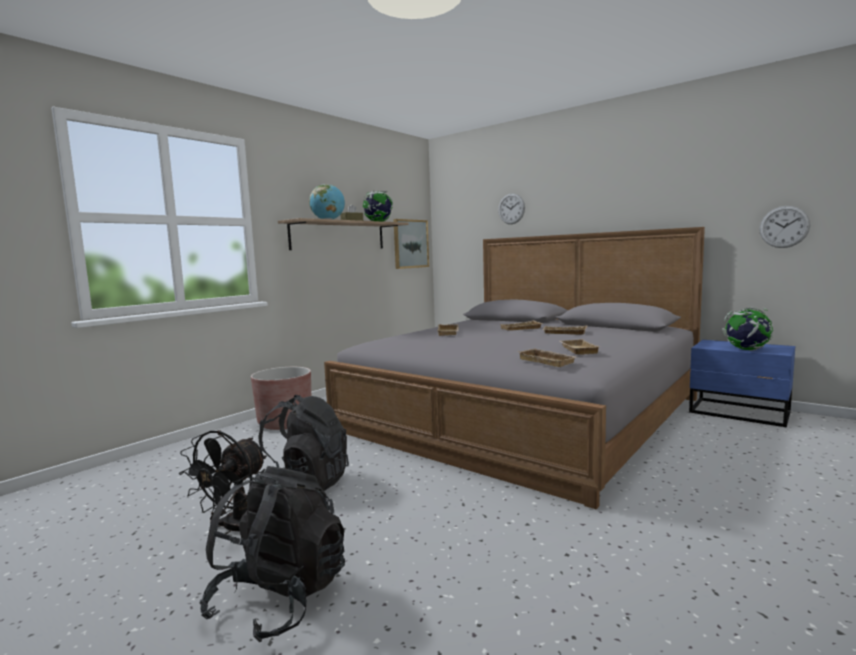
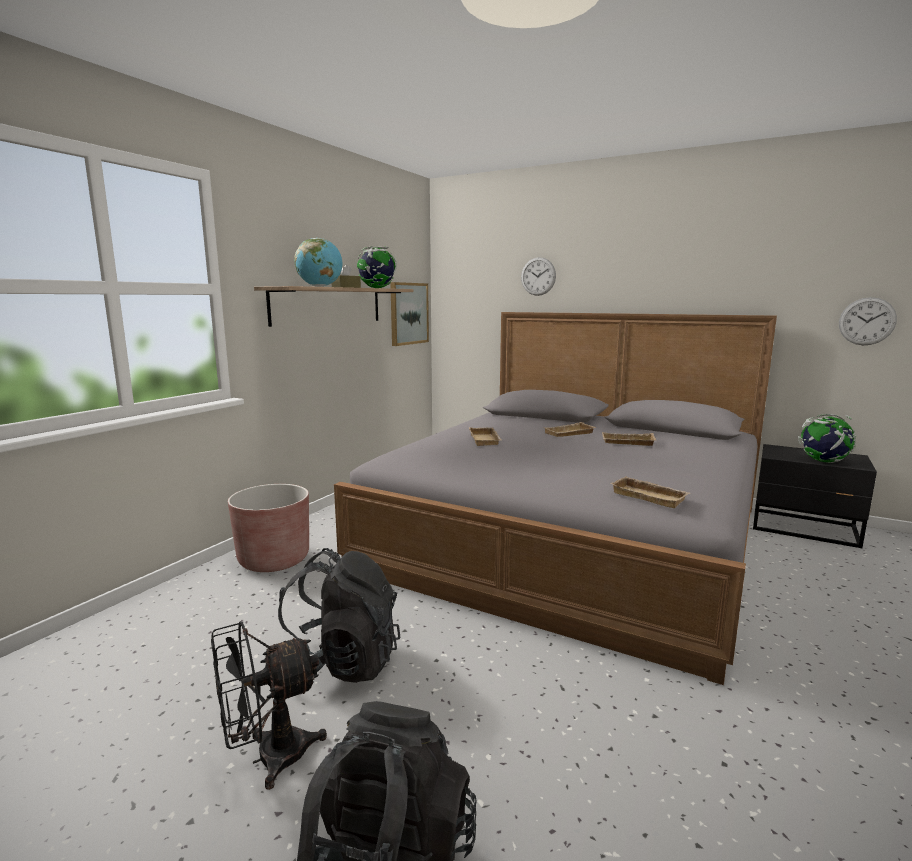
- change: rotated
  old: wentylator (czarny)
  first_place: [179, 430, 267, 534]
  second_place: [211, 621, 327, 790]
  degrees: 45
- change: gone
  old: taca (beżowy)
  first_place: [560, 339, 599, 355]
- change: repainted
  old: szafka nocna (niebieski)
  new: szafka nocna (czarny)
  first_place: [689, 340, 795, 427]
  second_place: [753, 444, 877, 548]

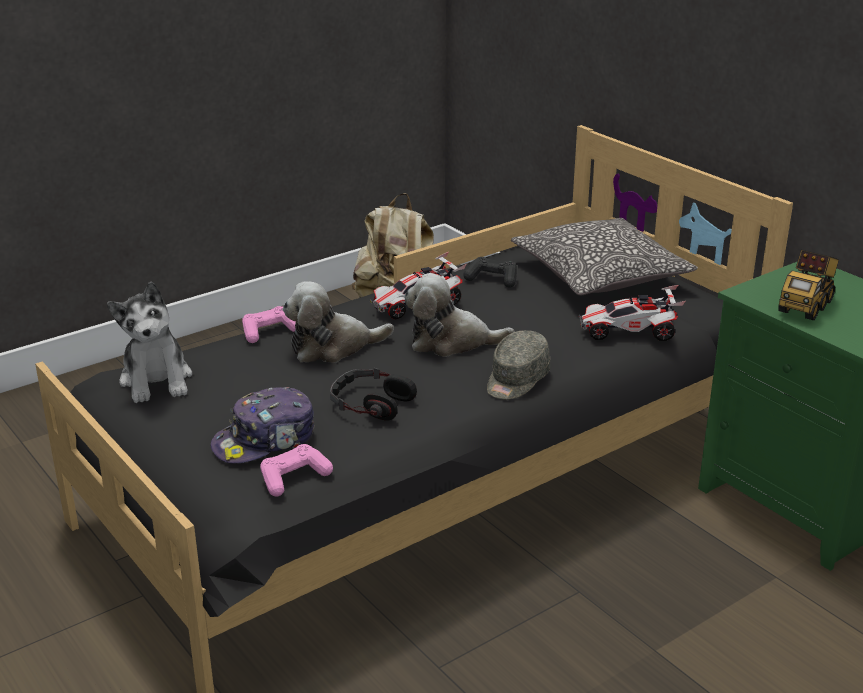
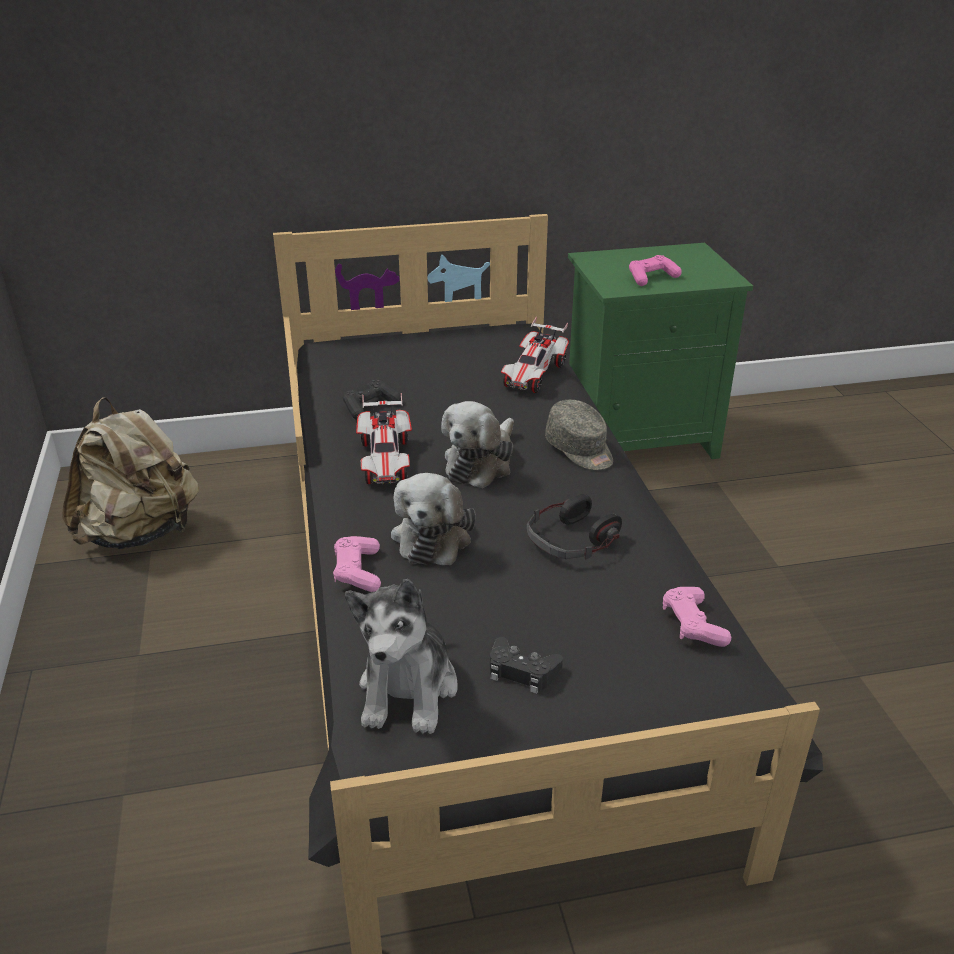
- change: rotated
  old: pluszak
  first_place: [107, 281, 192, 403]
  second_place: [345, 579, 458, 734]
  degrees: 90
- change: gone
  old: czapka z daszkiem
  first_place: [211, 387, 315, 464]
- change: gone
  old: poduszka
  first_place: [511, 218, 698, 296]
- change: swapped
  old: ciężarówka zabawkowa
  new: pad do gier (różowy)
  first_place: [779, 250, 839, 320]
  second_place: [629, 255, 682, 286]
- change: new
  new: pad do gier (czarny)
  second_place: [490, 637, 563, 694]

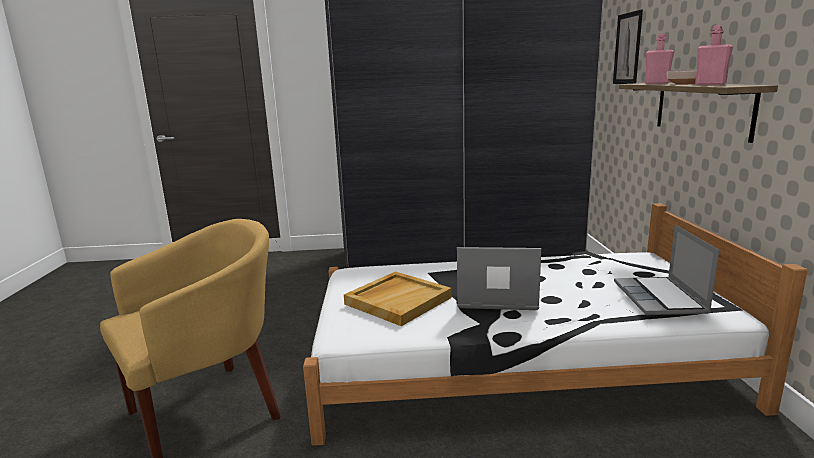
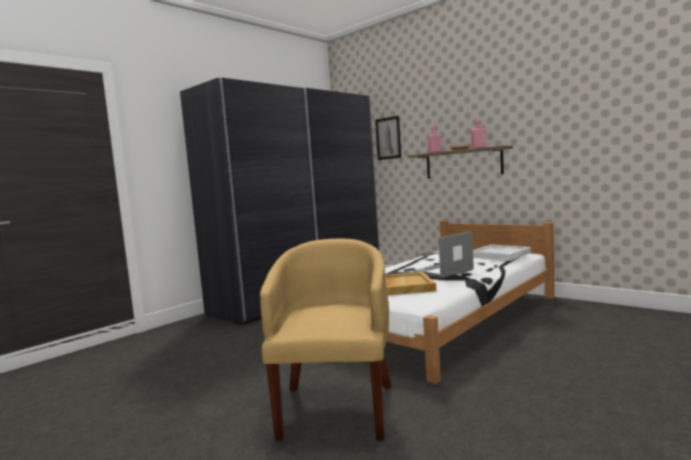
- change: swapped
  old: laptop
  new: taca (biały)
  first_place: [614, 225, 719, 315]
  second_place: [473, 245, 531, 261]

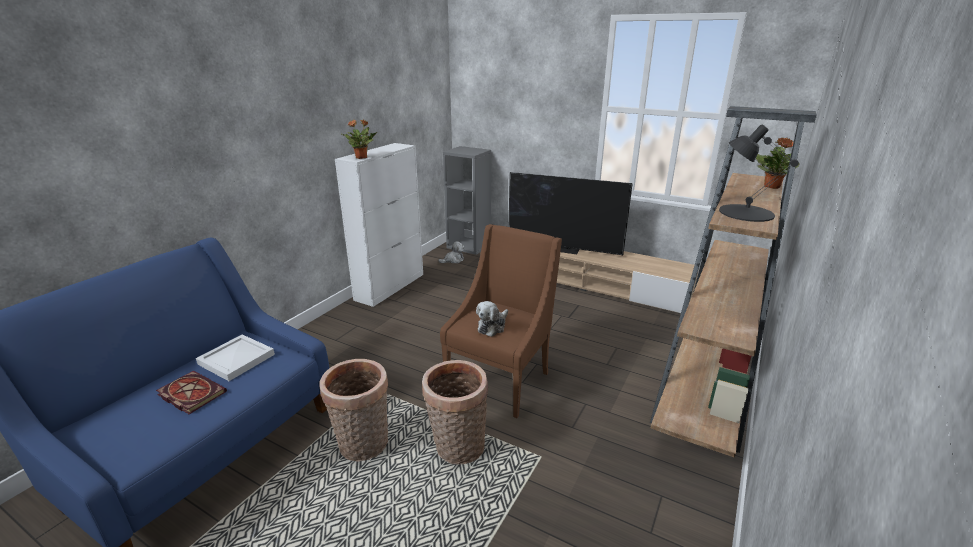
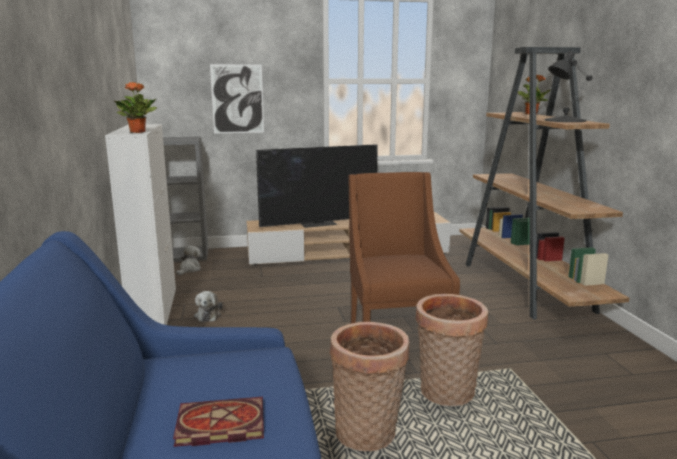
- change: gone
  old: taca (biały)
  first_place: [196, 335, 275, 381]
- change: shifted
  old: pluszak
  first_place: [476, 301, 508, 337]
  second_place: [194, 291, 223, 322]
- change: new
  new: obraz
  second_place: [210, 64, 264, 133]

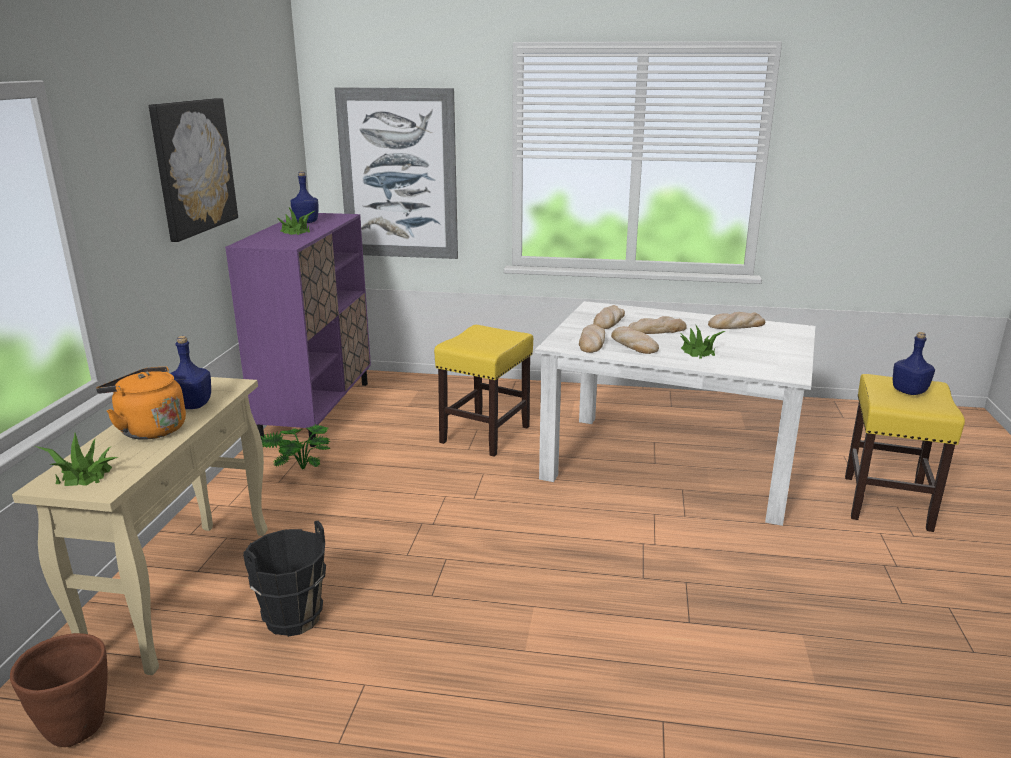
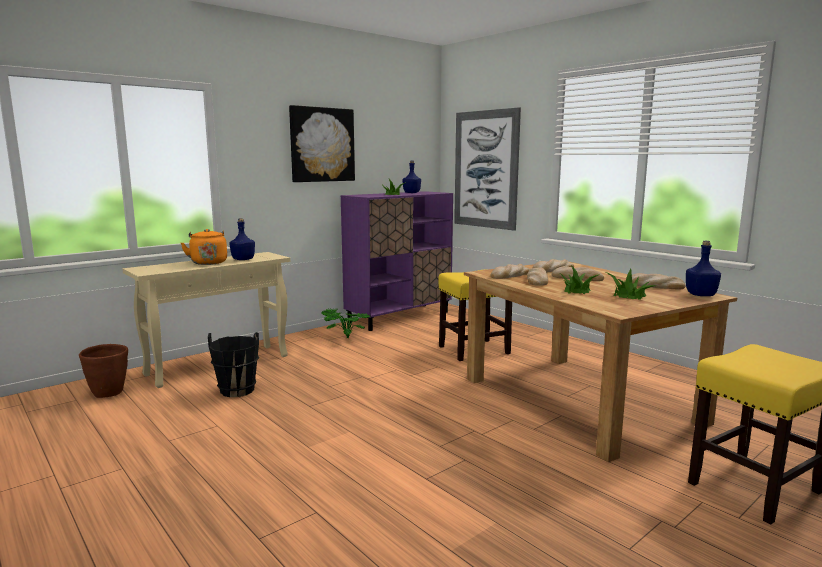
- change: shifted
  old: roślina doniczkowa
  first_place: [35, 433, 118, 486]
  second_place: [606, 268, 655, 300]
- change: repainted
  old: stół jadalny (biały)
  new: stół jadalny (brązowy)
  first_place: [535, 301, 816, 526]
  second_place: [464, 262, 737, 462]
- change: shifted
  old: butelka (niebieski)
  first_place: [893, 332, 935, 395]
  second_place: [686, 241, 721, 296]

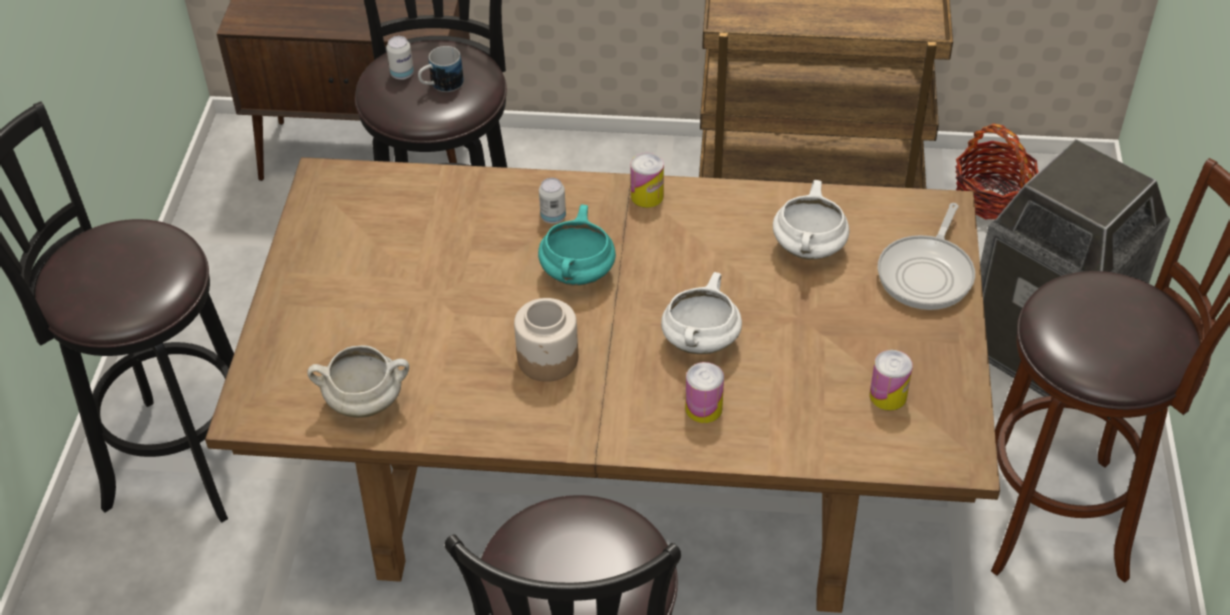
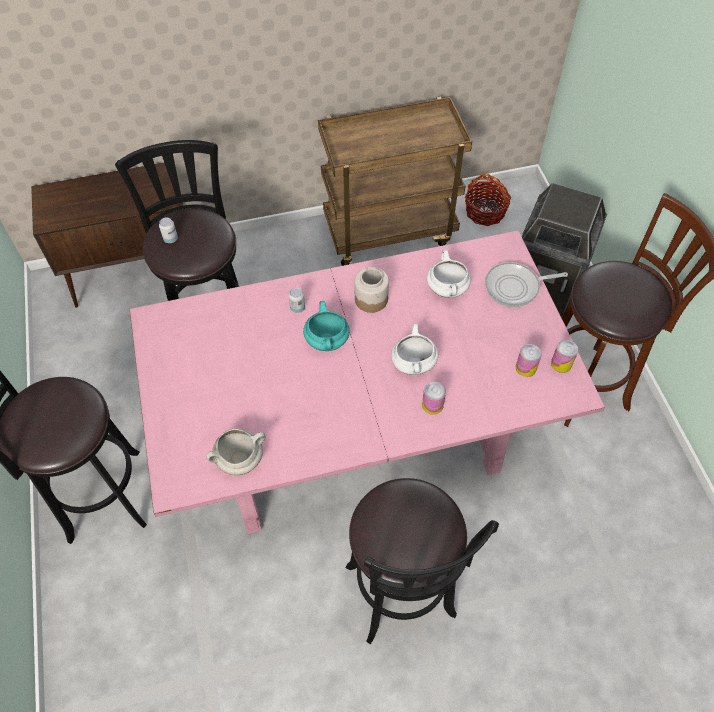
- change: repainted
  old: stół jadalny (brązowy)
  new: stół jadalny (różowy)
  first_place: [205, 157, 1000, 613]
  second_place: [130, 230, 605, 534]
- change: gone
  old: kubek
  first_place: [418, 46, 464, 92]
- change: shifted
  old: słoik
  first_place: [514, 298, 578, 382]
  second_place: [354, 267, 389, 313]
- change: shifted
  old: puszka
  first_place: [630, 153, 664, 208]
  second_place: [551, 340, 578, 373]
- change: rotated
  old: patelnia
  first_place: [878, 203, 975, 310]
  second_place: [485, 262, 568, 307]
  degrees: 75

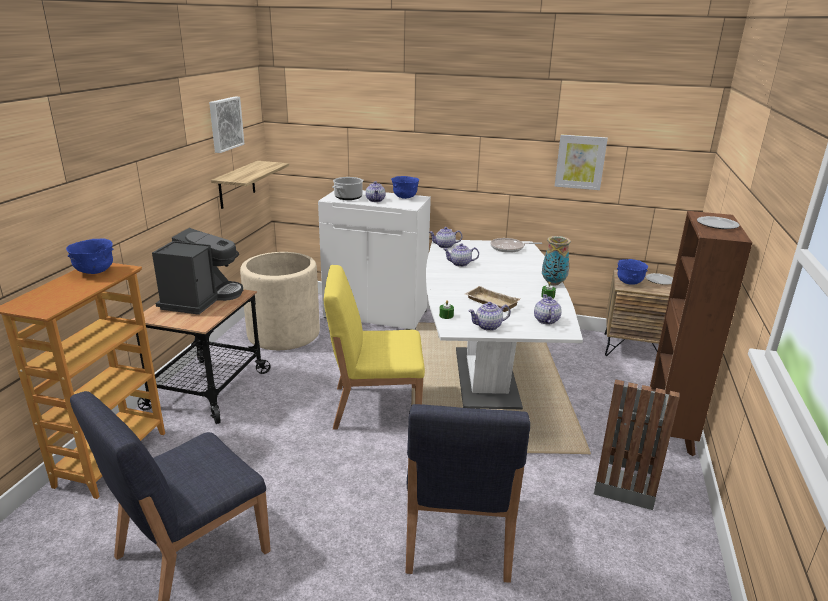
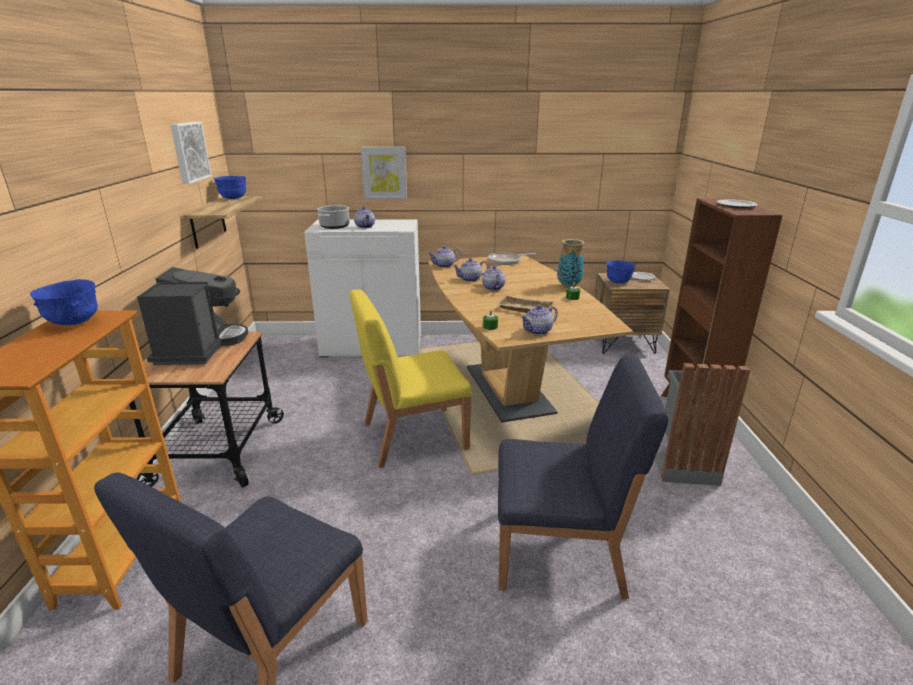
- change: gone
  old: donica (beżowy)
  first_place: [240, 252, 320, 350]
- change: shifted
  old: miska (niebieski)
  first_place: [391, 176, 419, 199]
  second_place: [213, 176, 246, 199]
- change: rotated
  old: krzesło (niebieski)
  first_place: [406, 404, 530, 583]
  second_place: [498, 355, 668, 599]
  degrees: -75
- change: repainted
  old: stół jadalny (biały)
  new: stół jadalny (brązowy)
  first_place: [426, 240, 583, 409]
  second_place: [428, 254, 633, 422]
- change: shifted
  old: imbryk
  first_place: [534, 294, 562, 324]
  second_place: [482, 266, 506, 290]
- change: shifted
  old: obraz
  first_place: [555, 134, 608, 190]
  second_place: [361, 147, 407, 199]

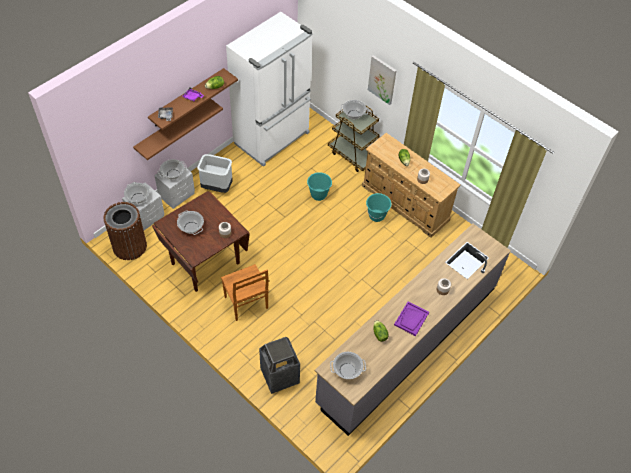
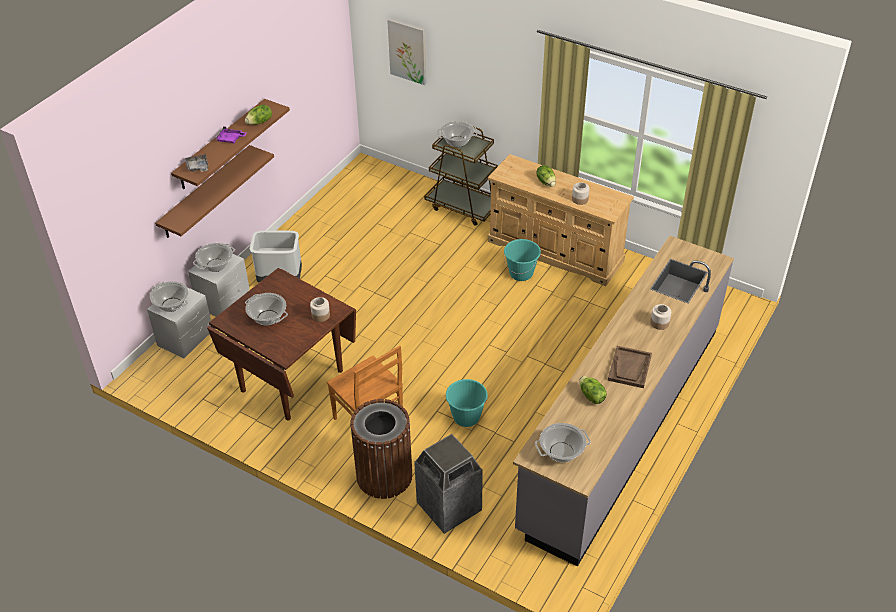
- change: shifted
  old: kosz na śmieci (brązowy)
  first_place: [103, 202, 147, 260]
  second_place: [350, 399, 412, 499]
- change: gone
  old: lodówka (biały)
  first_place: [226, 12, 313, 167]
- change: shifted
  old: wiadro (turkusowy)
  first_place: [307, 172, 332, 201]
  second_place: [445, 379, 489, 427]
- change: shifted
  old: obraz
  first_place: [368, 55, 397, 105]
  second_place: [387, 18, 427, 85]
- change: repainted
  old: taca (fioletowy)
  new: taca (brązowy)
  first_place: [394, 302, 429, 336]
  second_place: [608, 346, 652, 388]

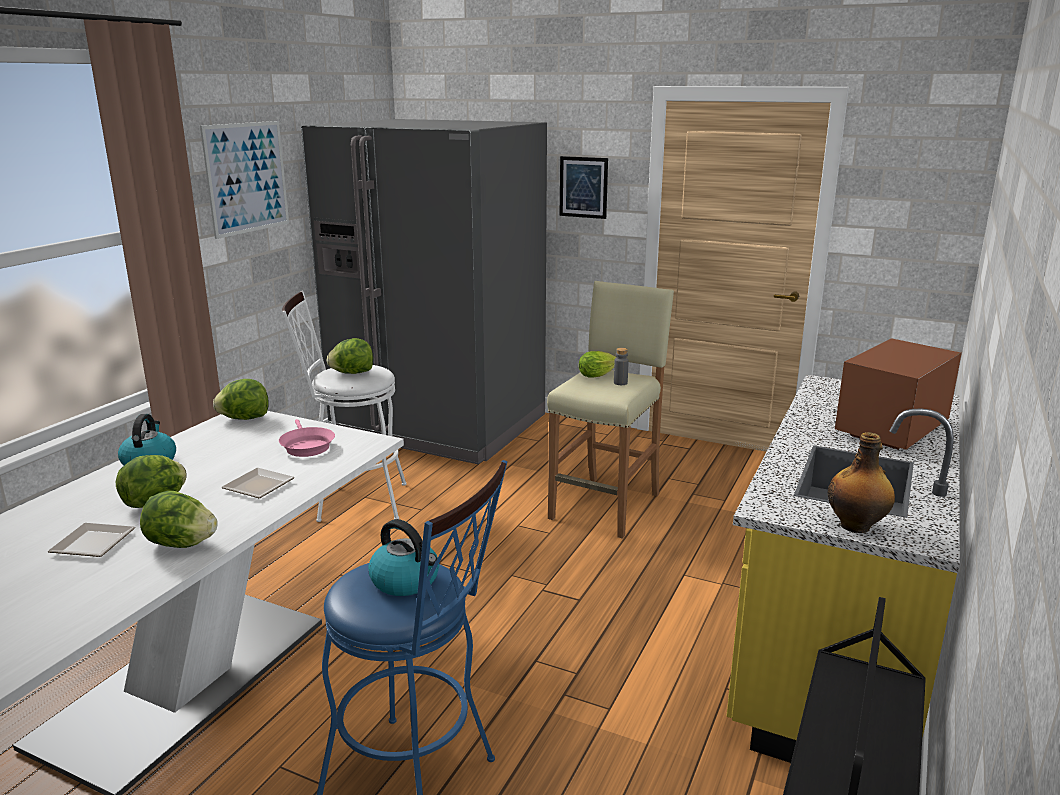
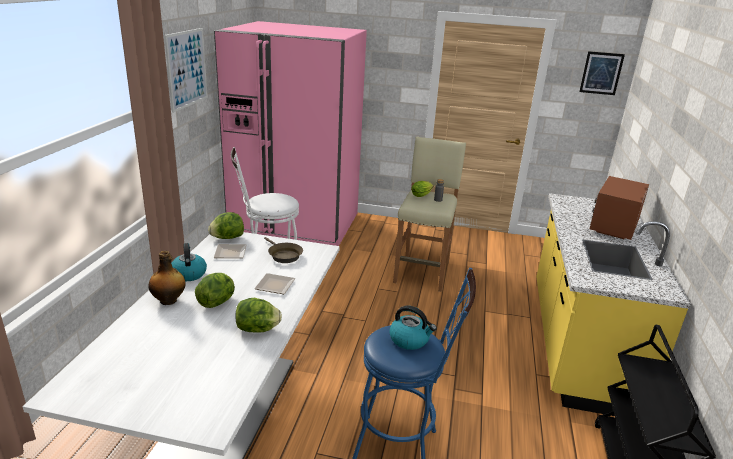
- change: shifted
  old: talerz
  first_place: [47, 523, 135, 557]
  second_place: [213, 244, 247, 258]
- change: repainted
  old: patelnia (różowy)
  new: patelnia (brązowy)
  first_place: [279, 419, 335, 457]
  second_place: [264, 237, 303, 263]
- change: repainted
  old: lodówka (szary)
  new: lodówka (różowy)
  first_place: [301, 119, 547, 465]
  second_place: [214, 21, 367, 246]
- change: gone
  old: sałata
  first_place: [327, 338, 373, 374]
- change: shifted
  old: obraz
  first_place: [560, 156, 608, 219]
  second_place: [579, 51, 625, 95]
- change: shifted
  old: butelka
  first_place: [828, 432, 895, 533]
  second_place: [148, 251, 186, 305]

